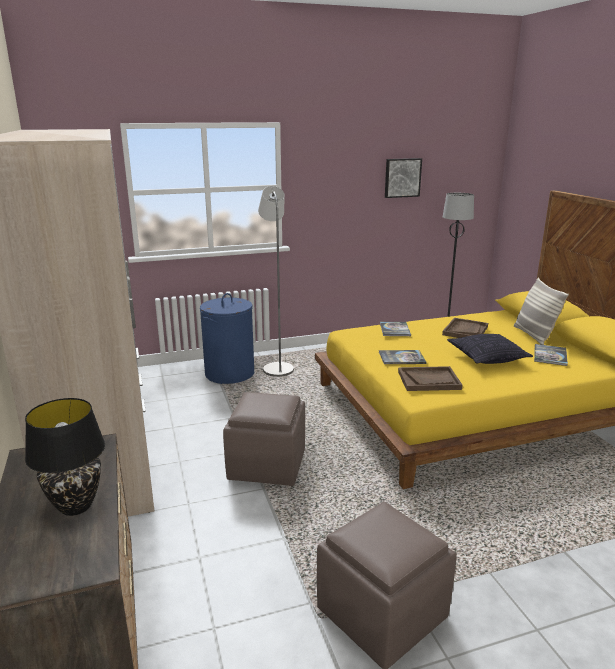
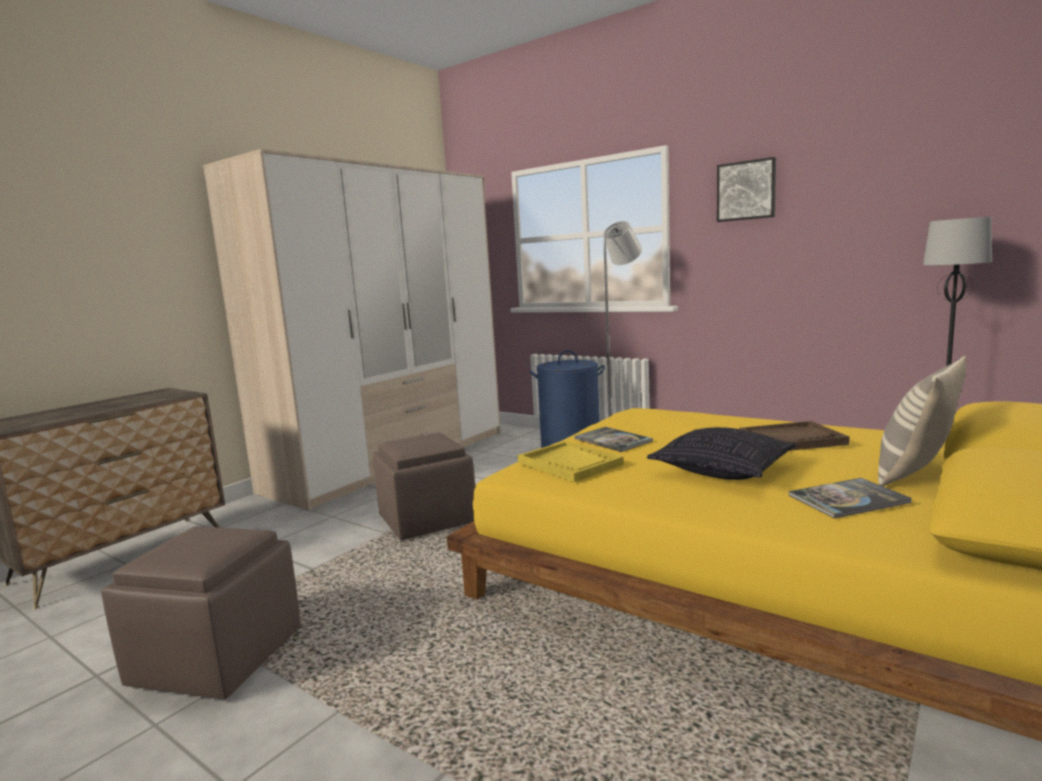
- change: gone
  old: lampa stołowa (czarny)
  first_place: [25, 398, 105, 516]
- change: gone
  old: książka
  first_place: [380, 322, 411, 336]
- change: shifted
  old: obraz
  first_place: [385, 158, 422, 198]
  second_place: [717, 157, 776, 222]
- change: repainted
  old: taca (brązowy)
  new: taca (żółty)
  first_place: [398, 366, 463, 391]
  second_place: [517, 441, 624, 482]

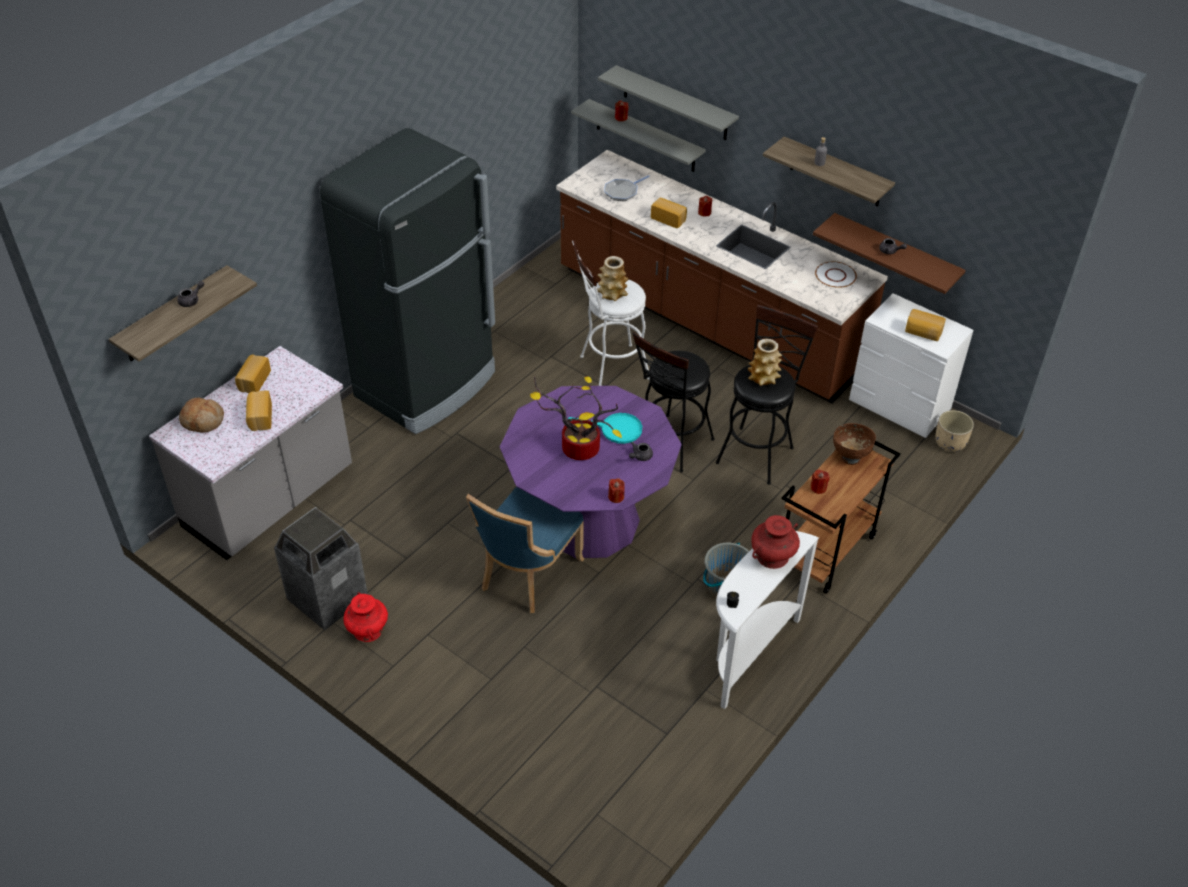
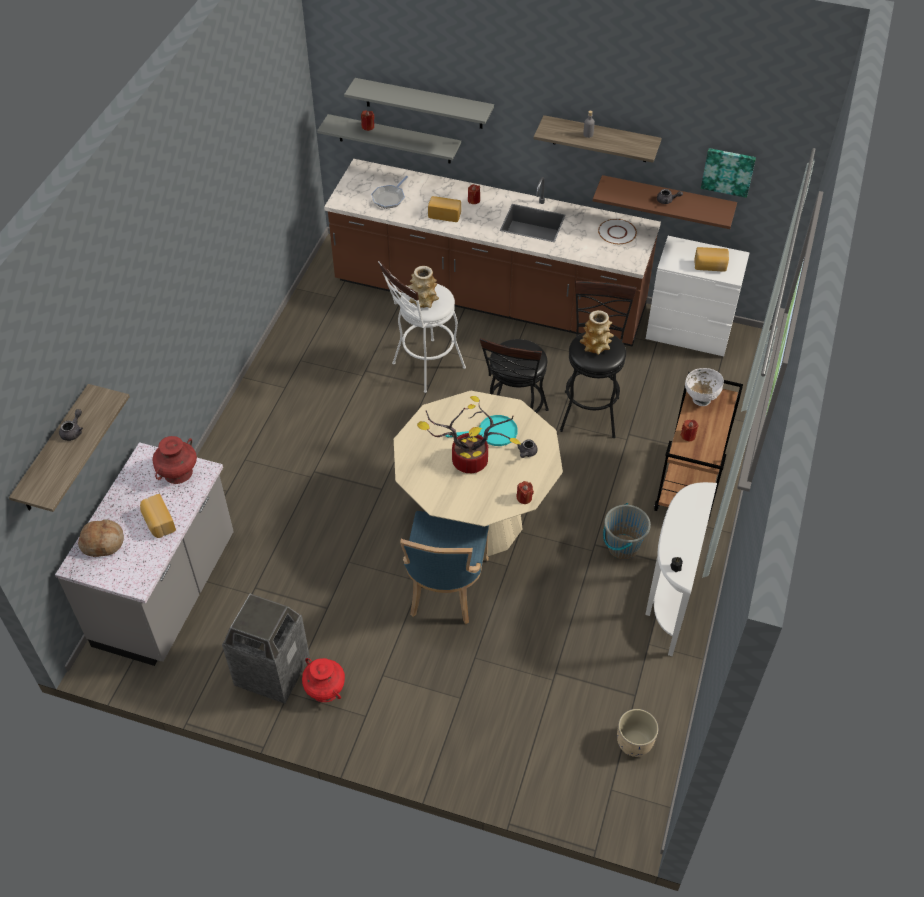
- change: gone
  old: chleb
  first_place: [235, 355, 271, 393]
- change: gone
  old: lodówka (czarny)
  first_place: [320, 128, 495, 434]
- change: repainted
  old: stół jadalny (fioletowy)
  new: stół jadalny (beżowy)
  first_place: [500, 386, 682, 558]
  second_place: [394, 391, 563, 556]
- change: shifted
  old: wazon (czerwony)
  first_place: [752, 515, 800, 569]
  second_place: [152, 436, 197, 484]
- change: repainted
  old: miska (brązowy)
  new: miska (biały)
  first_place: [833, 423, 876, 465]
  second_place: [685, 368, 724, 406]
- change: shifted
  old: donica (beżowy)
  first_place: [935, 410, 974, 452]
  second_place: [617, 709, 658, 757]
- change: new
  new: obraz
  second_place: [701, 148, 756, 198]

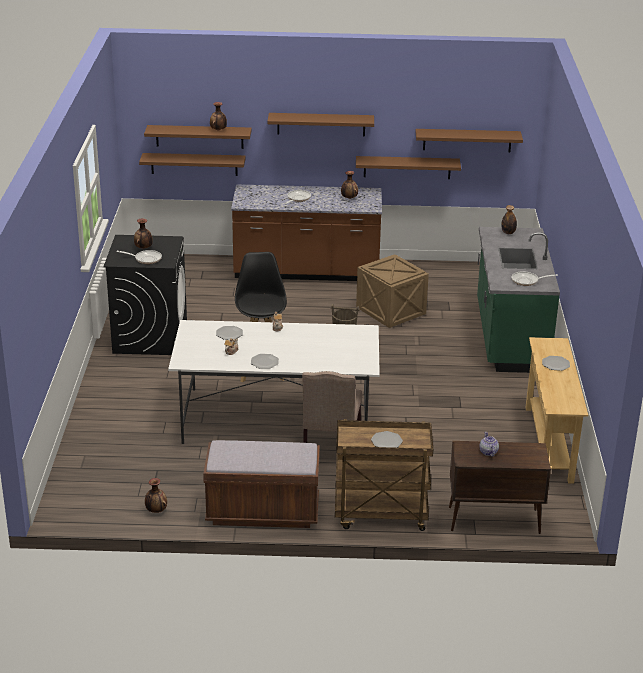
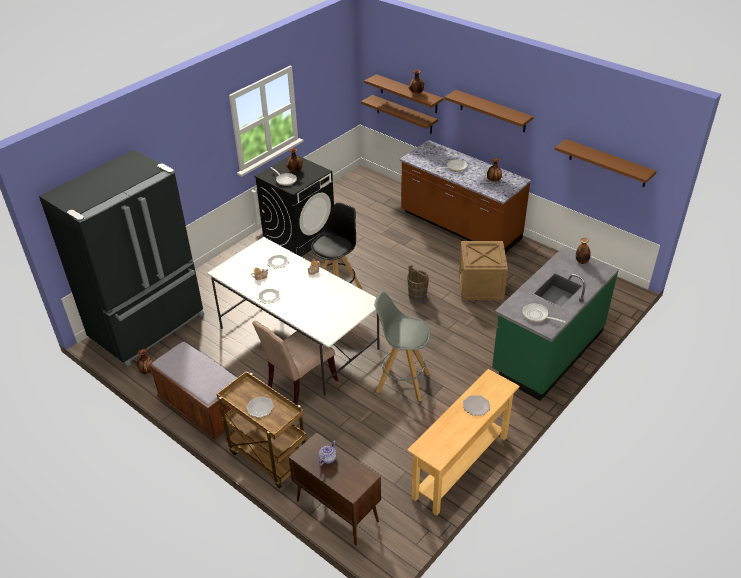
- change: gone
  old: półka (brązowy)
  first_place: [356, 156, 461, 179]
- change: new
  new: lodówka (czarny)
  second_place: [39, 150, 204, 367]
- change: new
  new: stołek (szary)
  second_place: [374, 291, 430, 401]

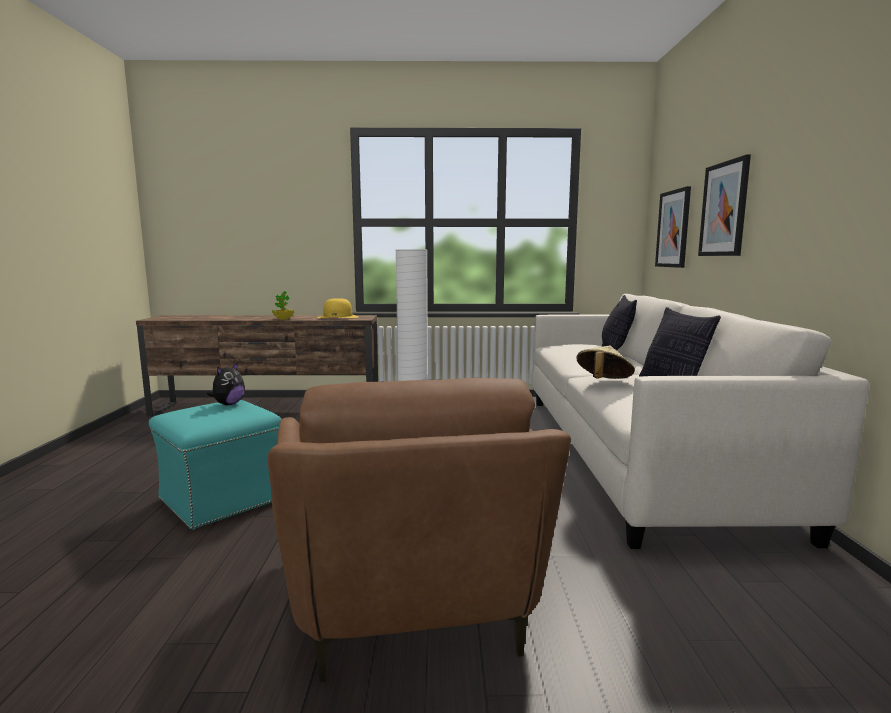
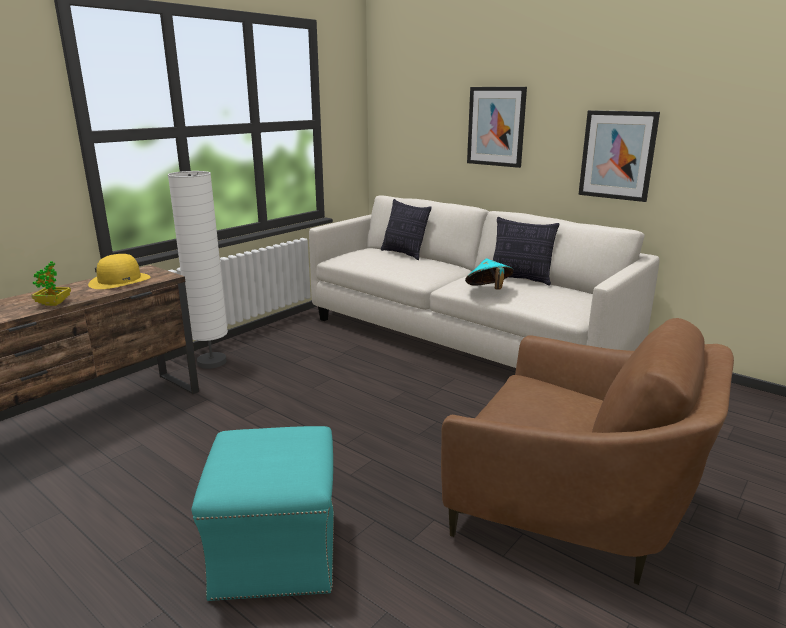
- change: gone
  old: pluszak
  first_place: [207, 362, 245, 405]
- change: repainted
  old: kapelusz (beżowy)
  new: kapelusz (turkusowy)
  first_place: [576, 345, 635, 379]
  second_place: [465, 258, 513, 290]
- change: shifted
  old: obraz
  first_place: [655, 186, 691, 268]
  second_place: [578, 110, 660, 202]

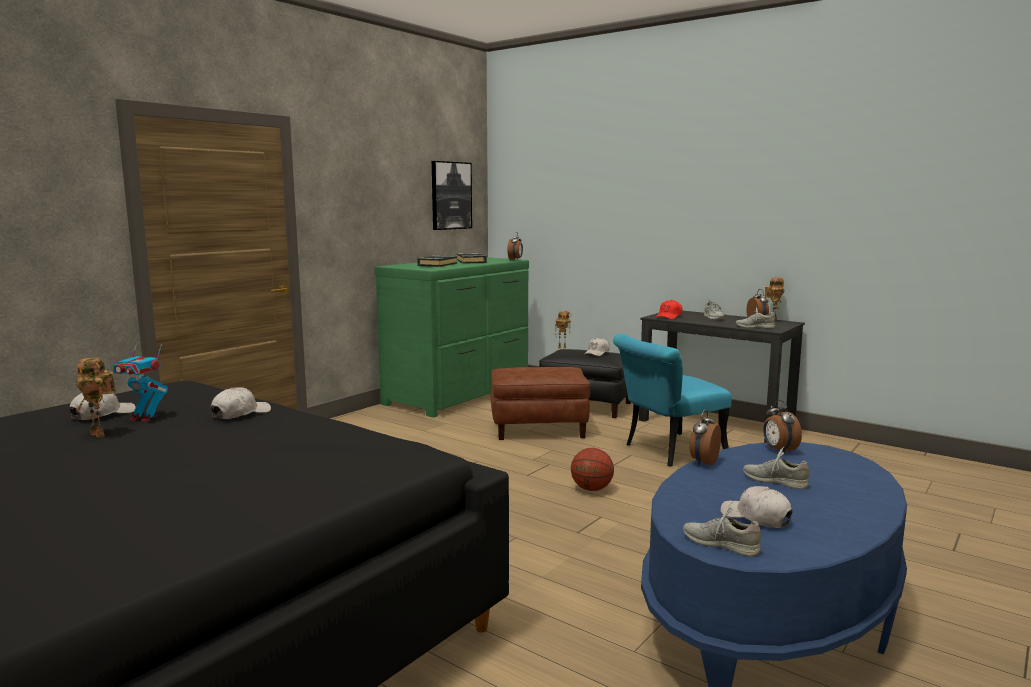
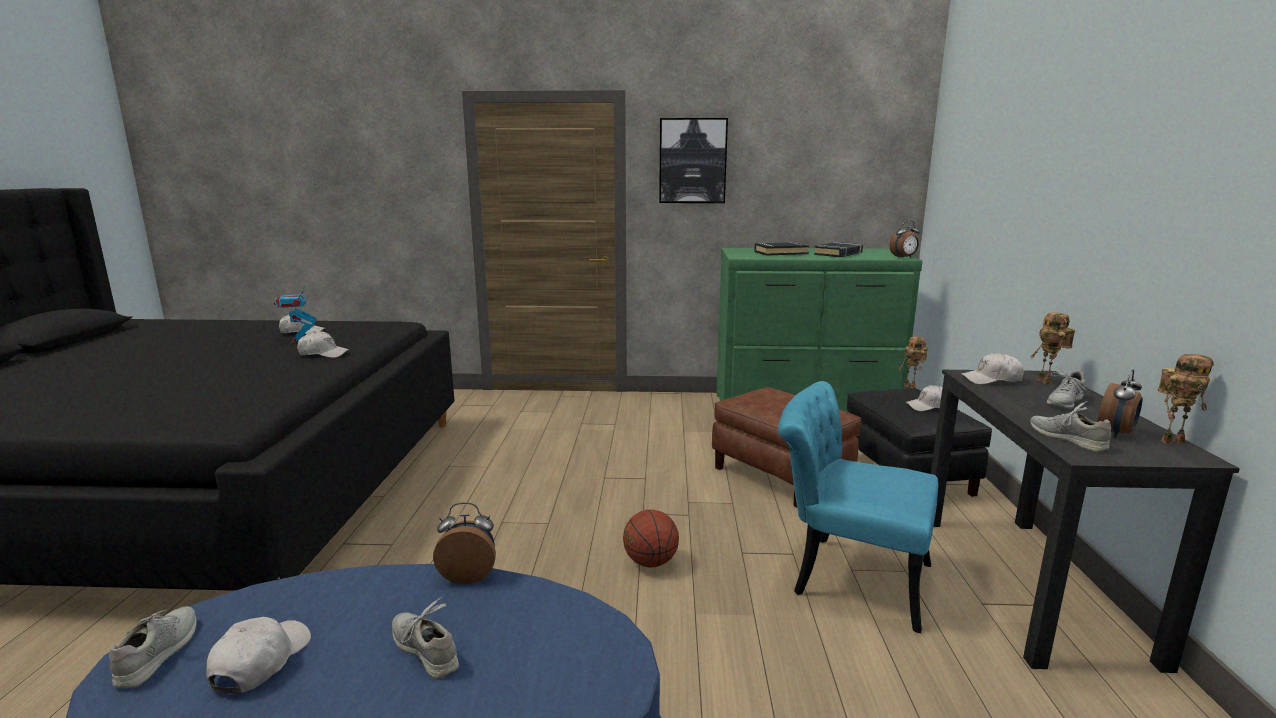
- change: shifted
  old: robot zabawkowy
  first_place: [75, 357, 116, 437]
  second_place: [1030, 313, 1076, 384]
- change: shifted
  old: obraz
  first_place: [432, 161, 472, 230]
  second_place: [659, 118, 728, 203]
- change: repainted
  old: czapka z daszkiem (czerwony)
  new: czapka z daszkiem (biały)
  first_place: [655, 300, 683, 319]
  second_place: [960, 353, 1024, 384]
- change: rotated
  old: but (szary)
  first_place: [743, 447, 809, 490]
  second_place: [392, 597, 459, 679]
  degrees: -45
- change: gone
  old: budzik
  first_place: [763, 400, 802, 454]

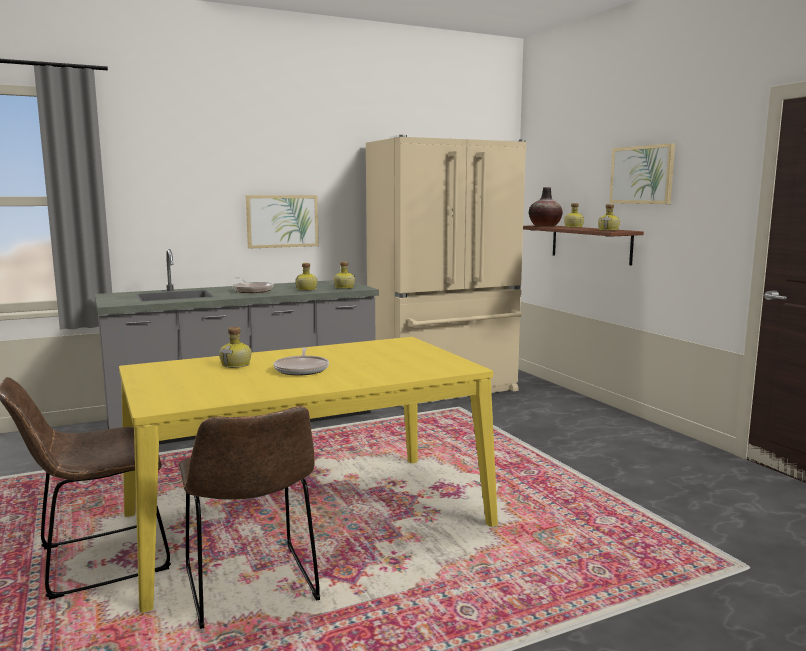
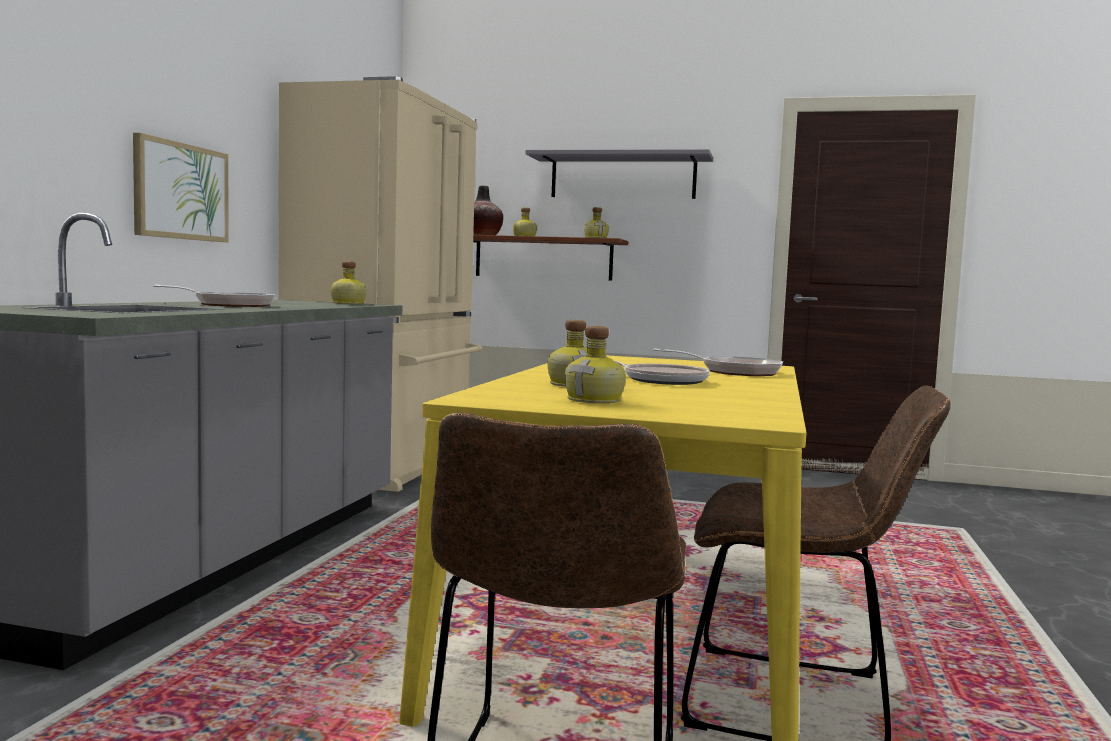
- change: shifted
  old: butelka
  first_place: [295, 263, 318, 290]
  second_place: [565, 326, 626, 403]
- change: swapped
  old: obraz
  new: półka (szary)
  first_place: [609, 143, 675, 204]
  second_place: [525, 149, 713, 199]
- change: new
  new: patelnia
  second_place: [653, 348, 783, 376]

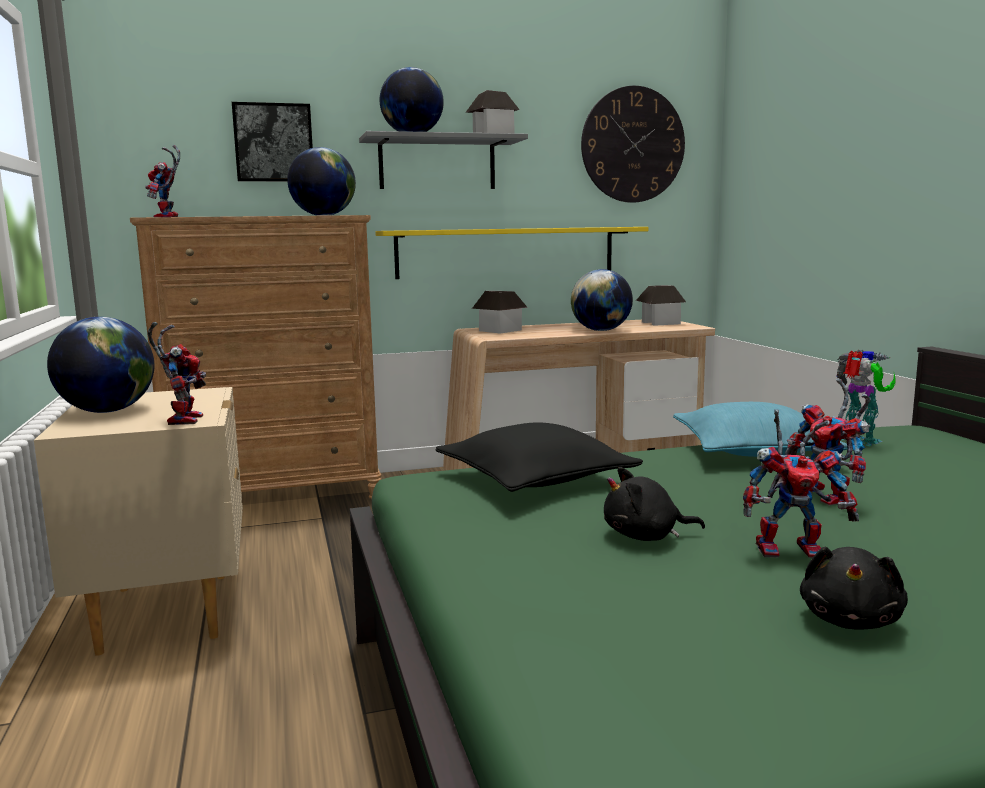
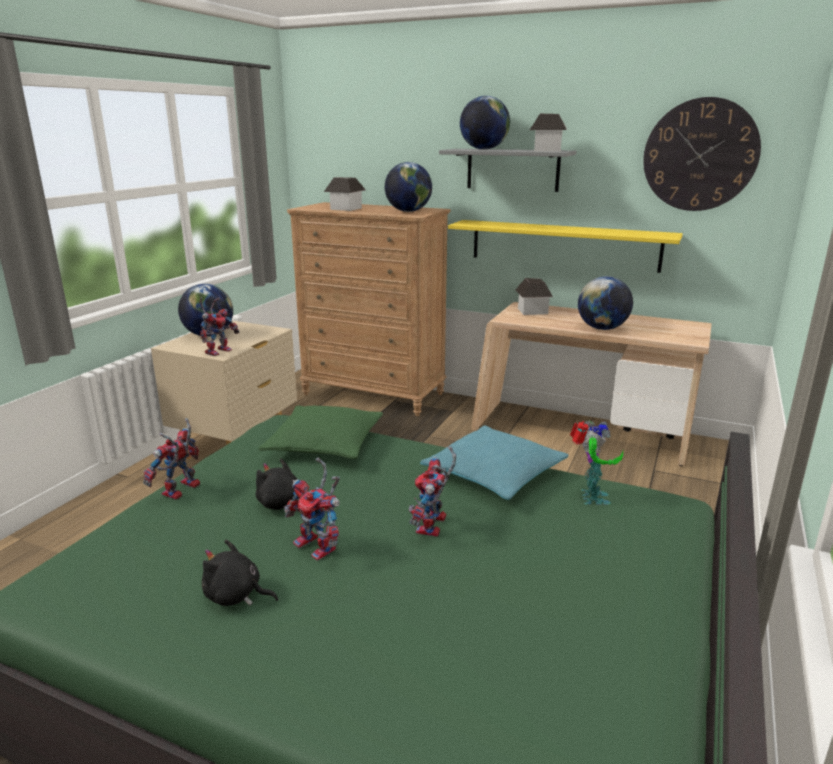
- change: shifted
  old: robot zabawkowy
  first_place: [145, 145, 180, 217]
  second_place: [143, 418, 200, 500]
- change: gone
  old: obraz
  first_place: [232, 102, 313, 182]
- change: repainted
  old: poduszka (czarny)
  new: poduszka (zielony)
  first_place: [435, 422, 643, 492]
  second_place: [258, 406, 383, 459]
- change: shifted
  old: domek
  first_place: [636, 285, 686, 326]
  second_place: [324, 177, 366, 211]
- change: rotated
  old: pluszak (czarny)
  first_place: [800, 547, 908, 630]
  second_place: [202, 540, 278, 606]
  degrees: 45

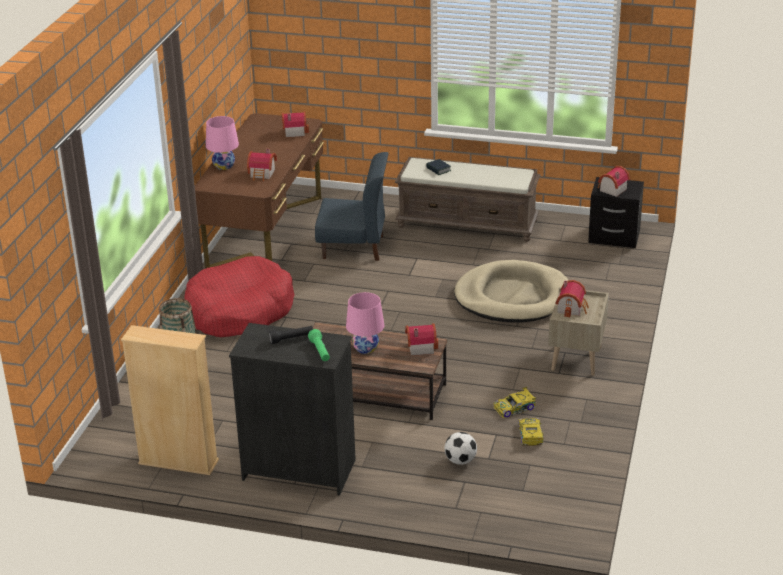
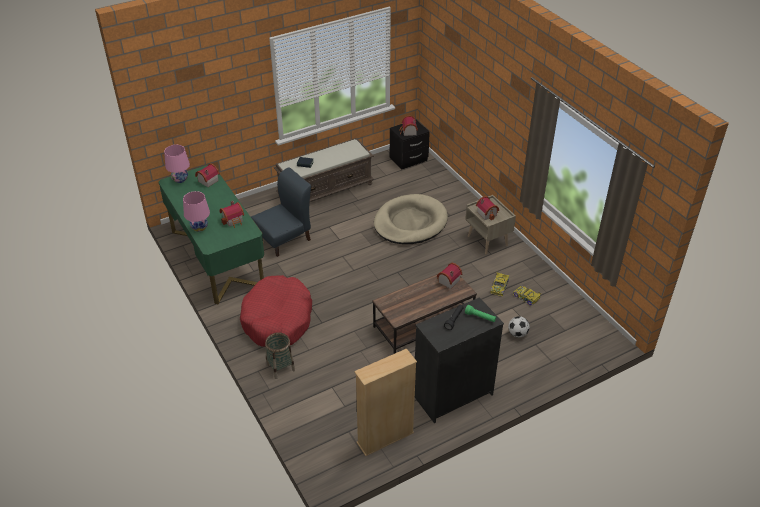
- change: repainted
  old: biurko (brązowy)
  new: biurko (zielony)
  first_place: [195, 113, 324, 268]
  second_place: [158, 165, 264, 304]
- change: shifted
  old: lampa stołowa (różowy)
  first_place: [346, 292, 384, 354]
  second_place: [164, 145, 190, 183]

